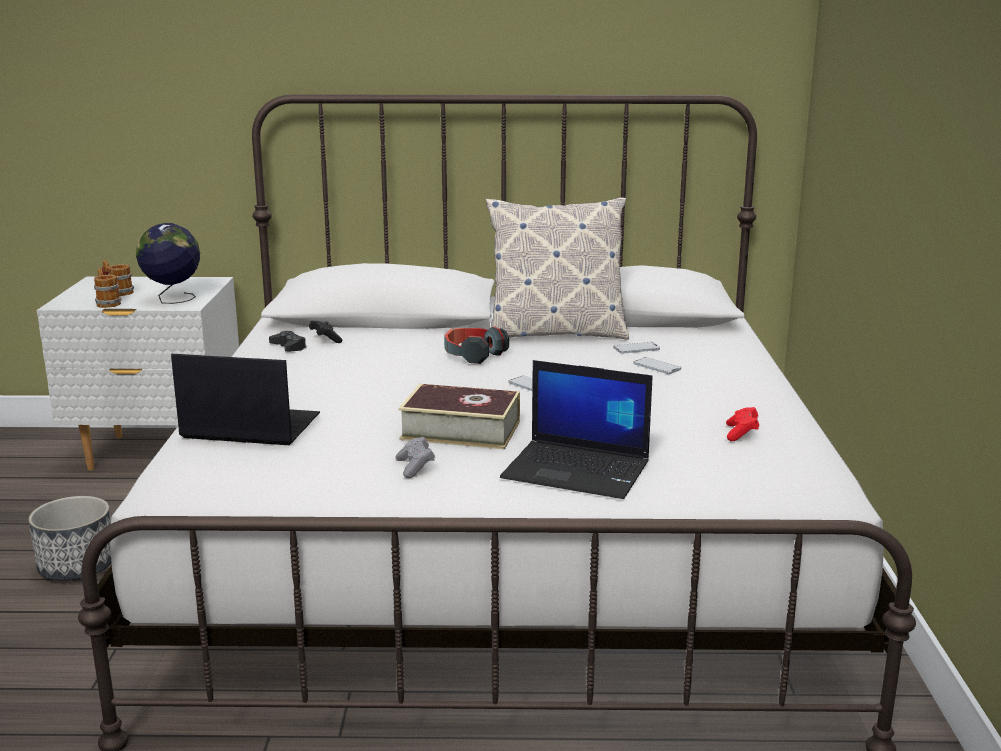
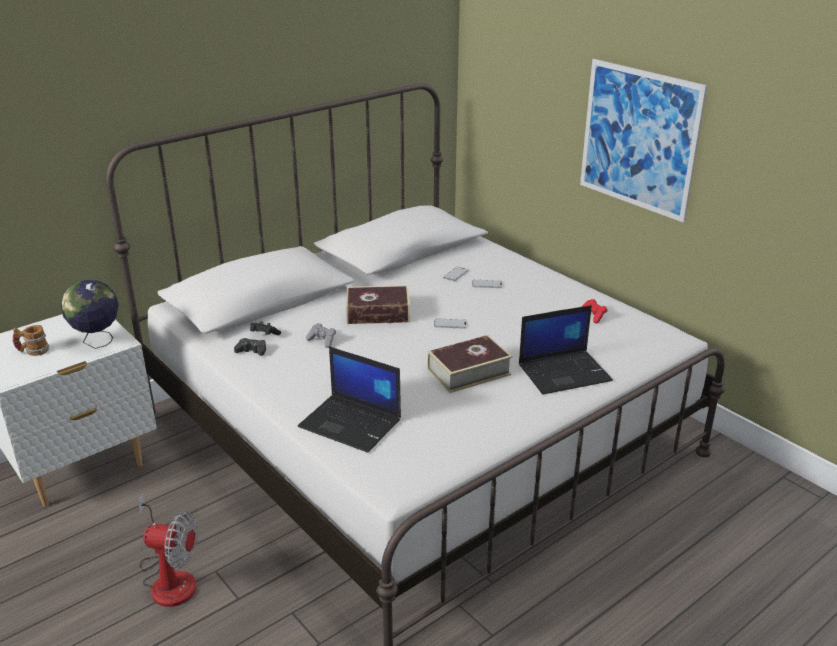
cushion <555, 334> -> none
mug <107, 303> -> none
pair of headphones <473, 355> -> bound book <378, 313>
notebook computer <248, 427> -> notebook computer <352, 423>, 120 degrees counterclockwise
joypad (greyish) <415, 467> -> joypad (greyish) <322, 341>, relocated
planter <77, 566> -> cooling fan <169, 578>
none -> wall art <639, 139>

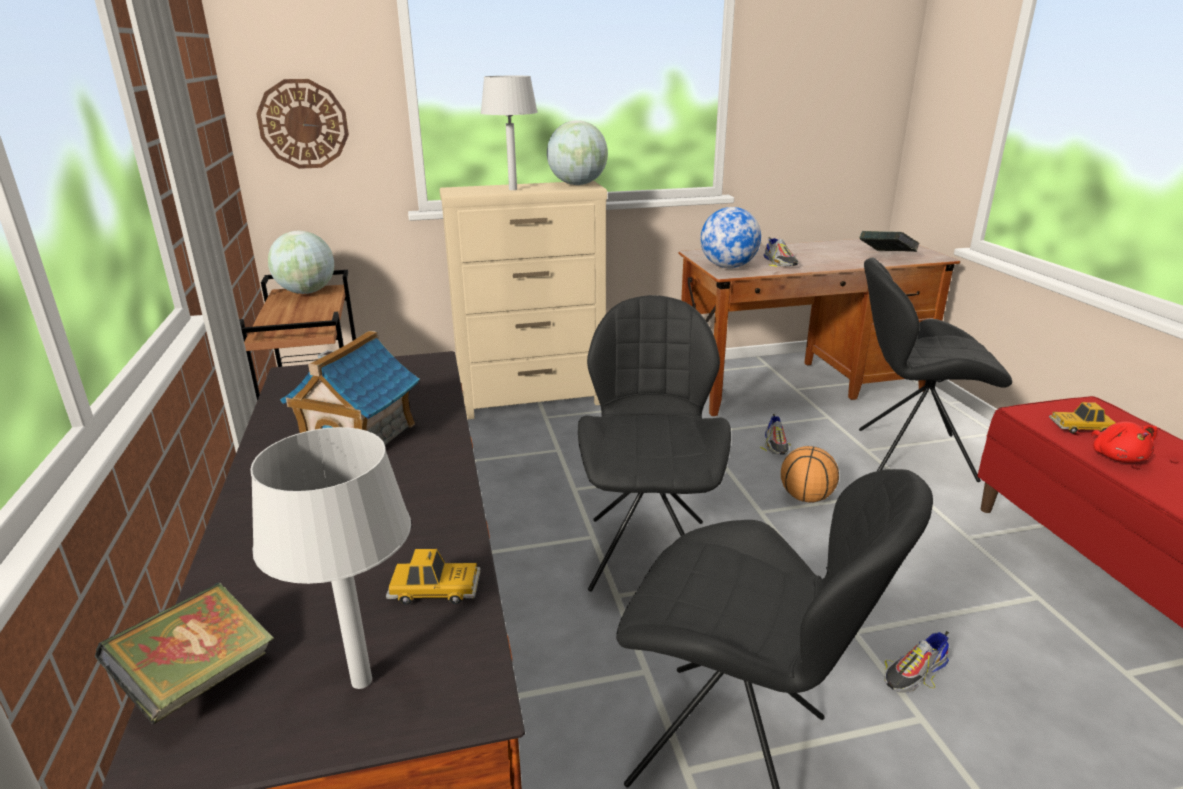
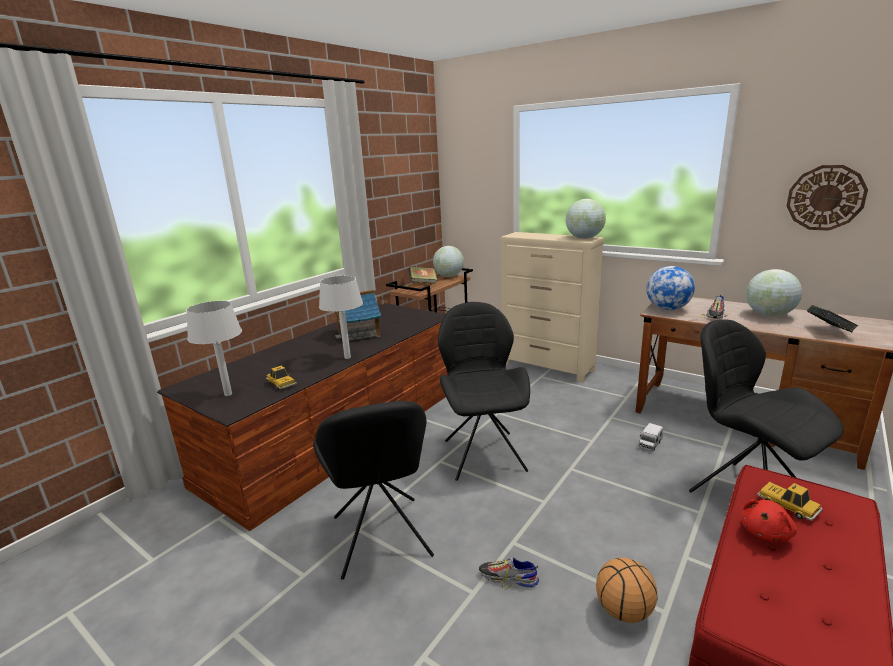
tabletop lamp (greyish) <513, 189> -> tabletop lamp (greyish) <348, 357>, relocated
clock on the wall <303, 124> -> clock on the wall <825, 198>, relocated
chair (black) <649, 551> -> chair (black) <483, 453>, 60 degrees counterclockwise
shoe <776, 444> -> toy lorry <650, 444>
ball for basketball <805, 498> -> ball for basketball <623, 610>, relocated
bound book <199, 680> -> bound book <423, 283>, relocated
none -> world globe <769, 315>

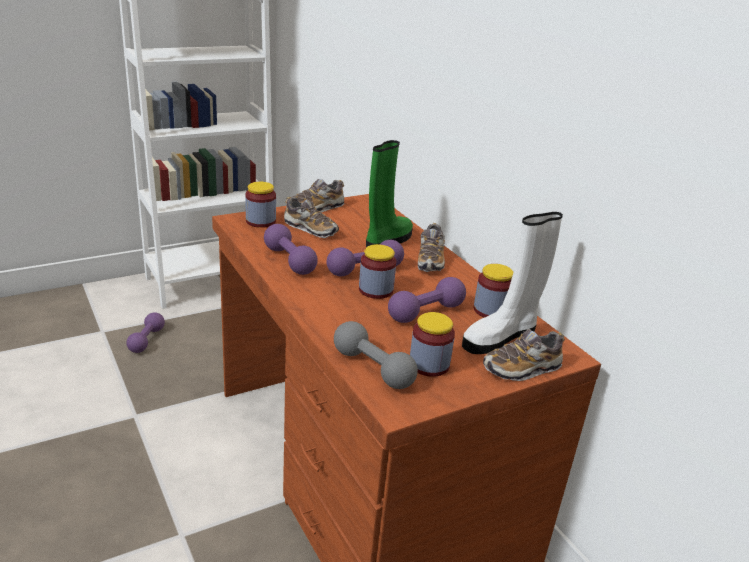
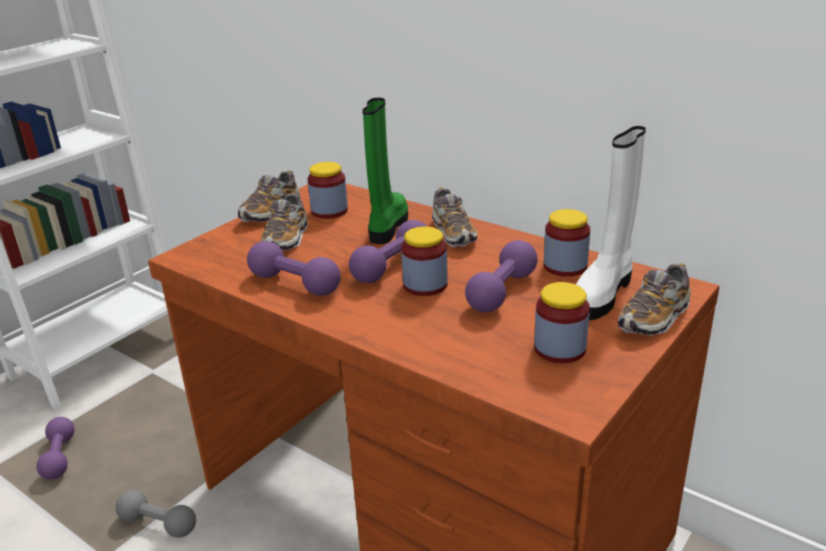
storage jar <260, 221> -> storage jar <329, 211>, relocated
shoe <310, 229> -> shoe <286, 239>, 90 degrees clockwise
free weight (greyish) <373, 368> -> free weight (greyish) <158, 524>, relocated

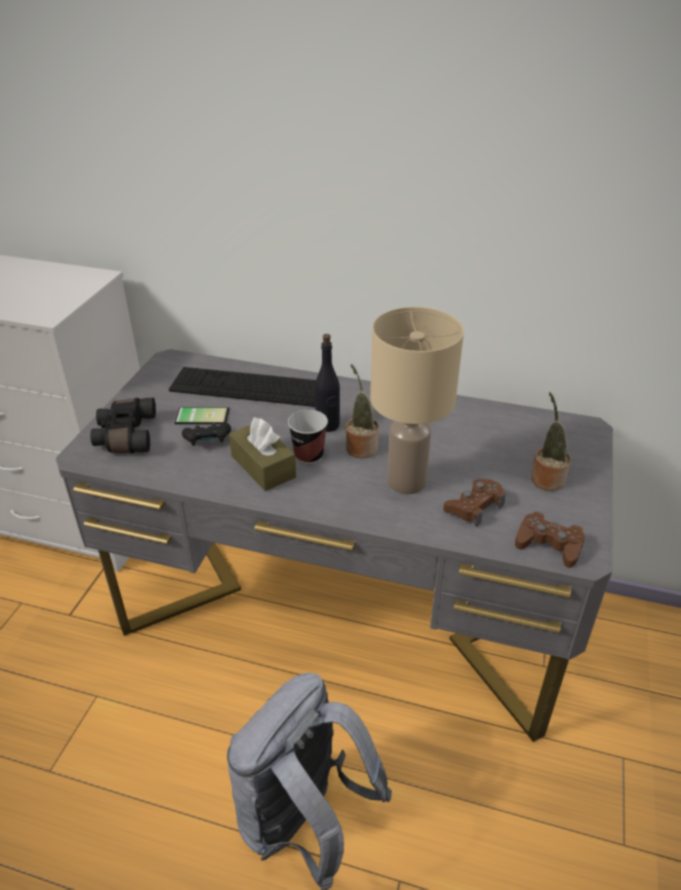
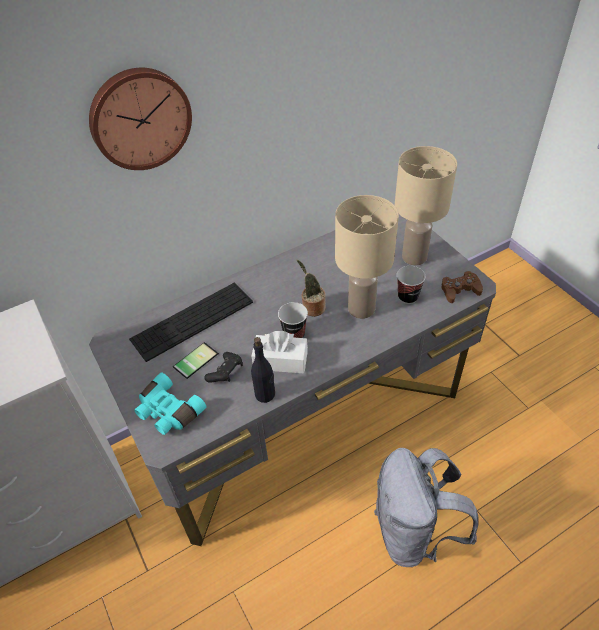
bottle (black) <327, 425> -> bottle (black) <265, 394>, relocated
plant in a pot <546, 478> -> tabletop lamp (beige) <415, 256>
binoculars (black) <125, 436> -> binoculars (turquoise-coloured) <168, 412>
box of tissues (brown-coloured) <263, 466> -> box of tissues (white) <280, 361>
joypad (brown-coloured) <474, 507> -> small cup <408, 297>
none -> clock on the wall <139, 118>

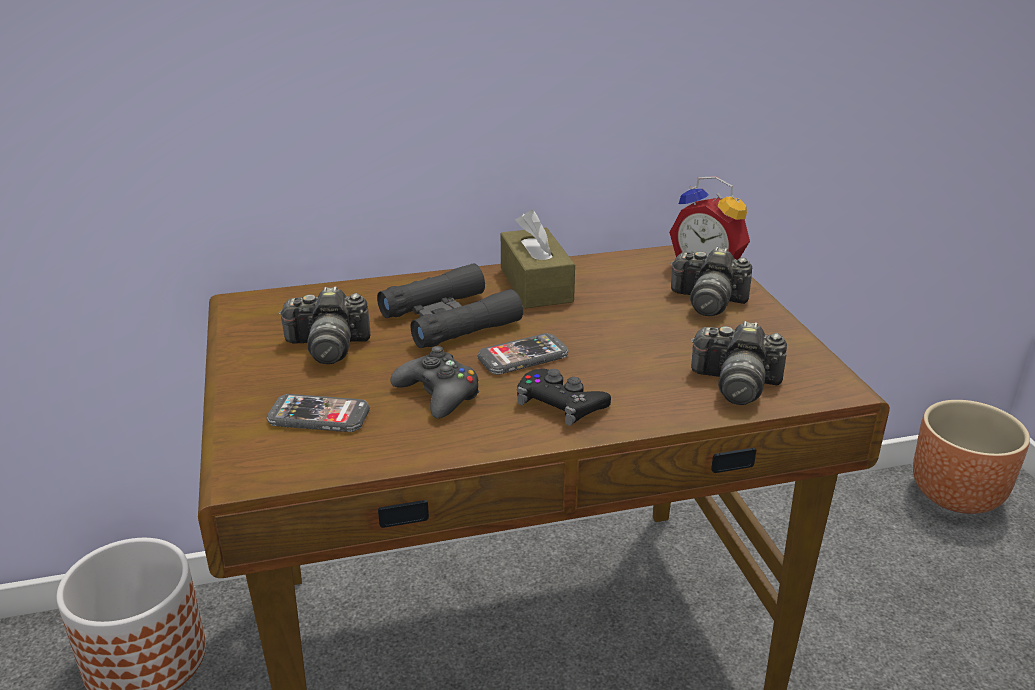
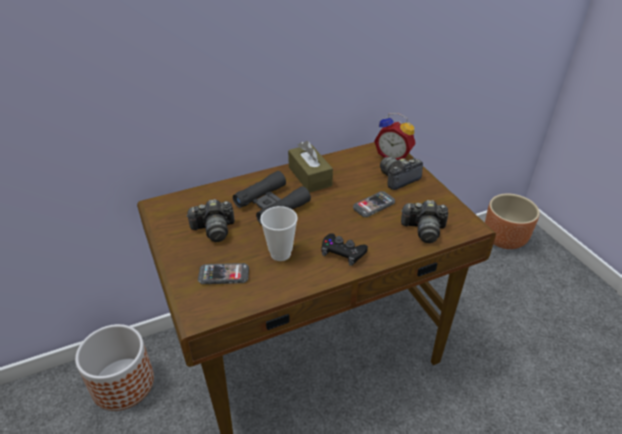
still camera <708, 302> -> still camera <398, 179>, 135 degrees clockwise
telephone <523, 357> -> telephone <374, 205>, relocated
joypad (black) <438, 394> -> small cup <280, 254>

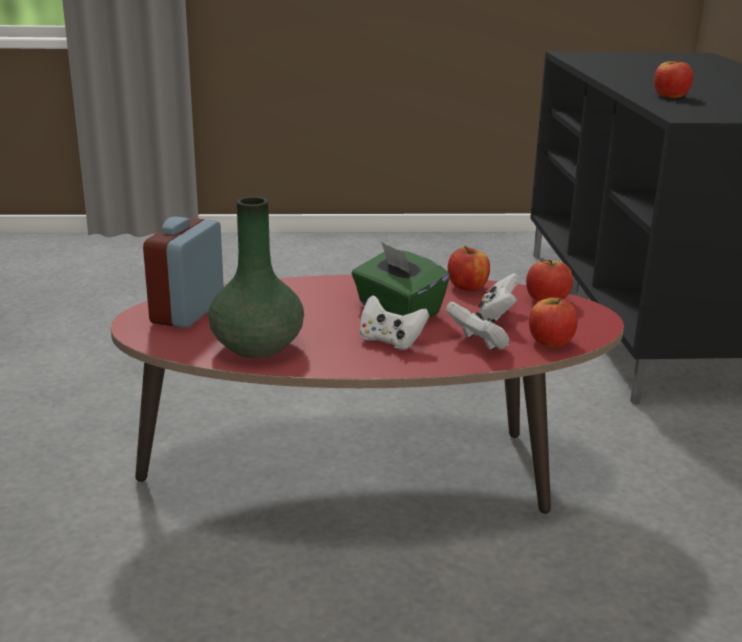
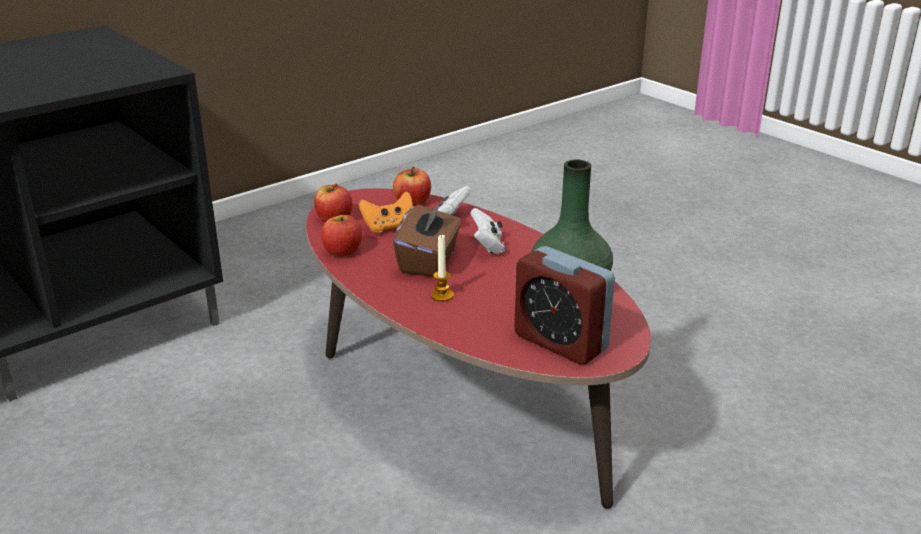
apple fruit <670, 96> -> none
alarm clock <188, 311> -> alarm clock <560, 342>, 60 degrees clockwise
box of tissues (green-coloured) <398, 310> -> box of tissues (brown-coloured) <429, 261>
joypad (white) <497, 315> -> joypad (orangey) <389, 227>
none -> wax candle <442, 295>

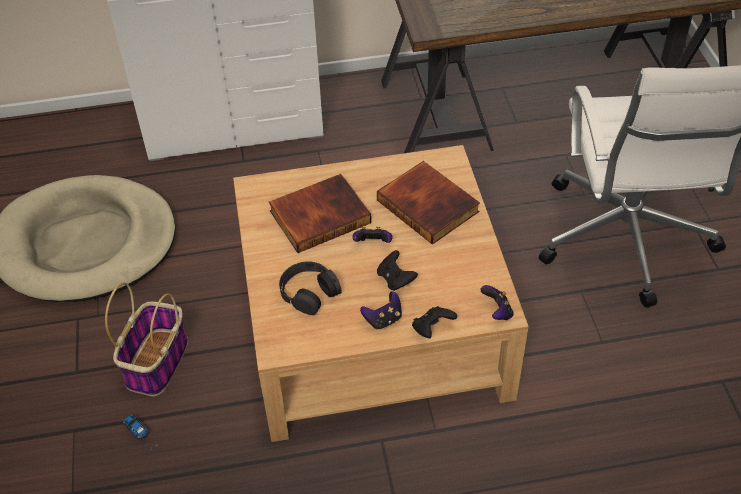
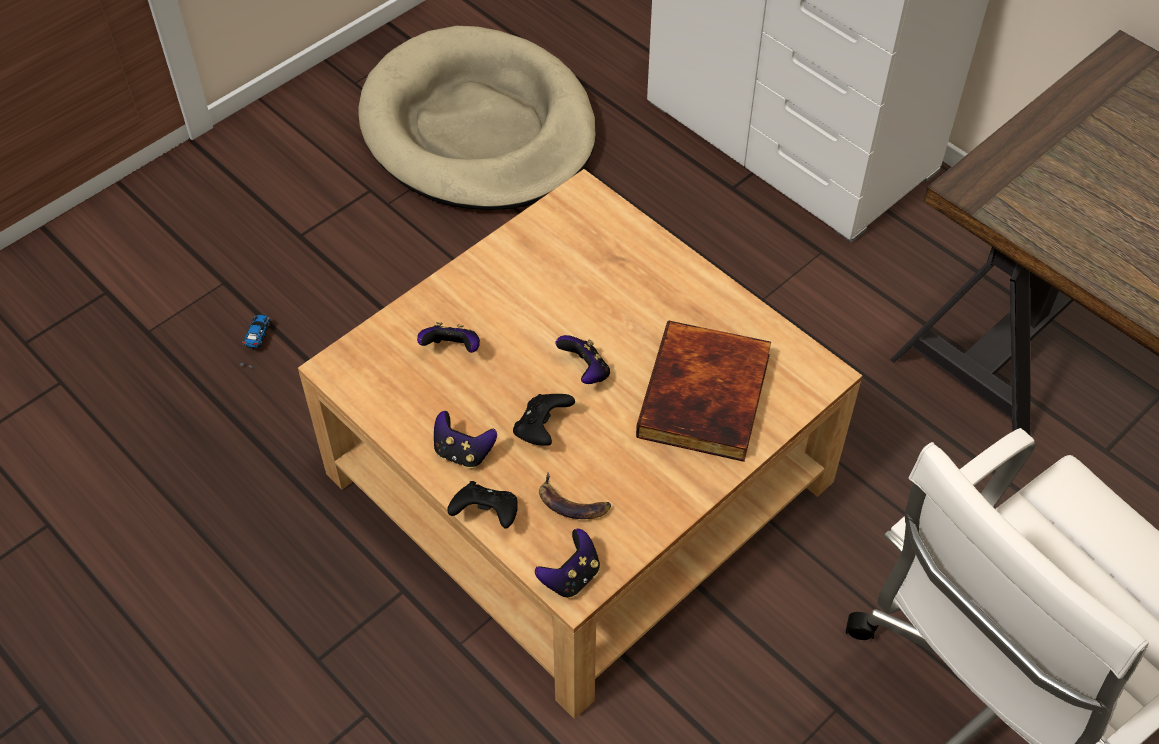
bound book <319, 215> -> none
pair of headphones (black) <309, 292> -> joypad <452, 350>
basket <157, 361> -> none
none -> whole banana <572, 503>

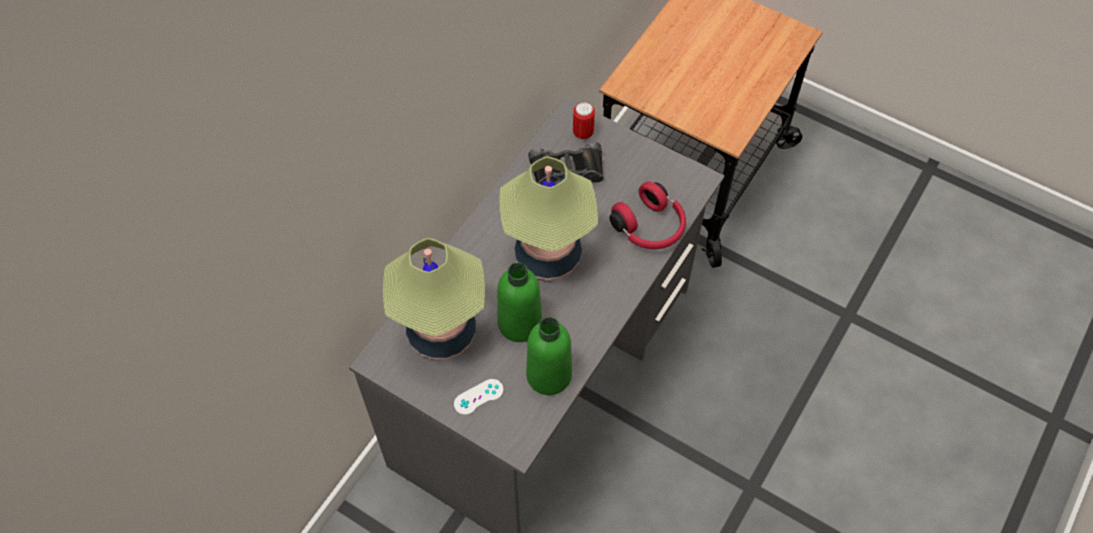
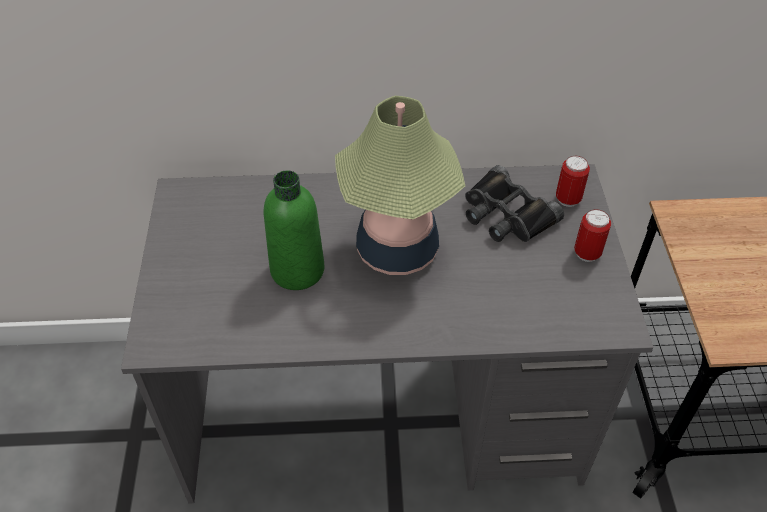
pair of headphones (red) <650, 228> -> none
tabletop lamp <441, 331> -> none
bottle (green-coloured) <549, 375> -> none
joypad (white) <478, 397> -> none
none -> sealed can <587, 253>

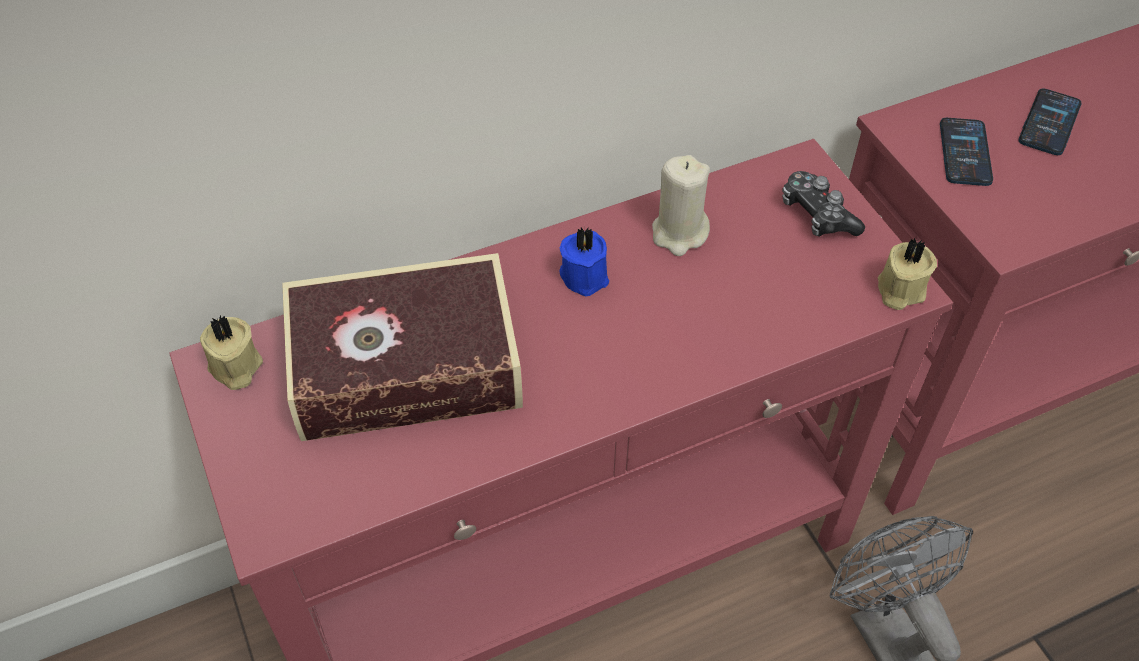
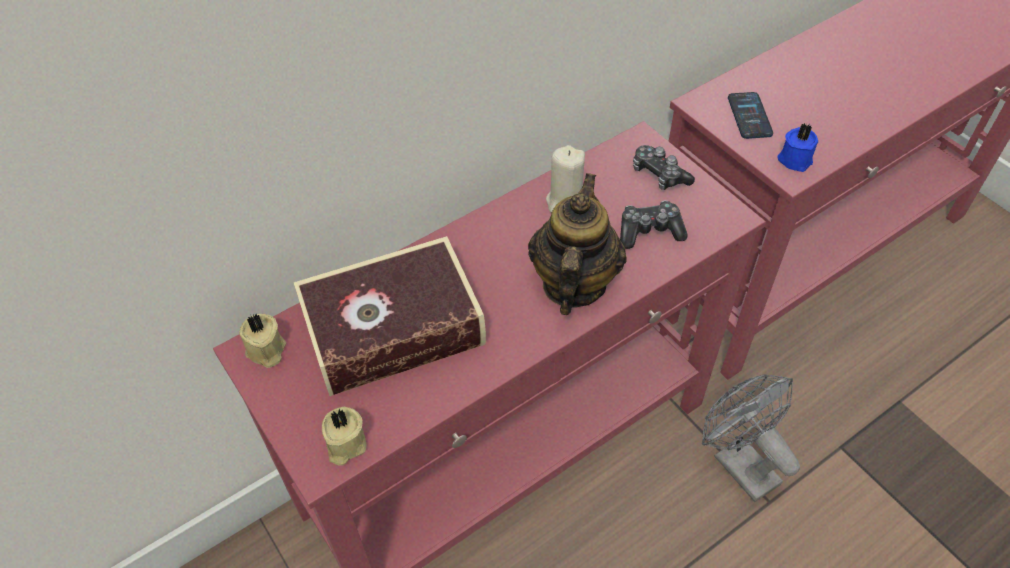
telephone <1049, 123> -> none
wax candle (blue) <585, 275> -> wax candle (blue) <794, 159>, relocated
wax candle (beige) <899, 290> -> wax candle (beige) <345, 445>, relocated
none -> tea pot <573, 284>
none -> joypad <649, 231>

